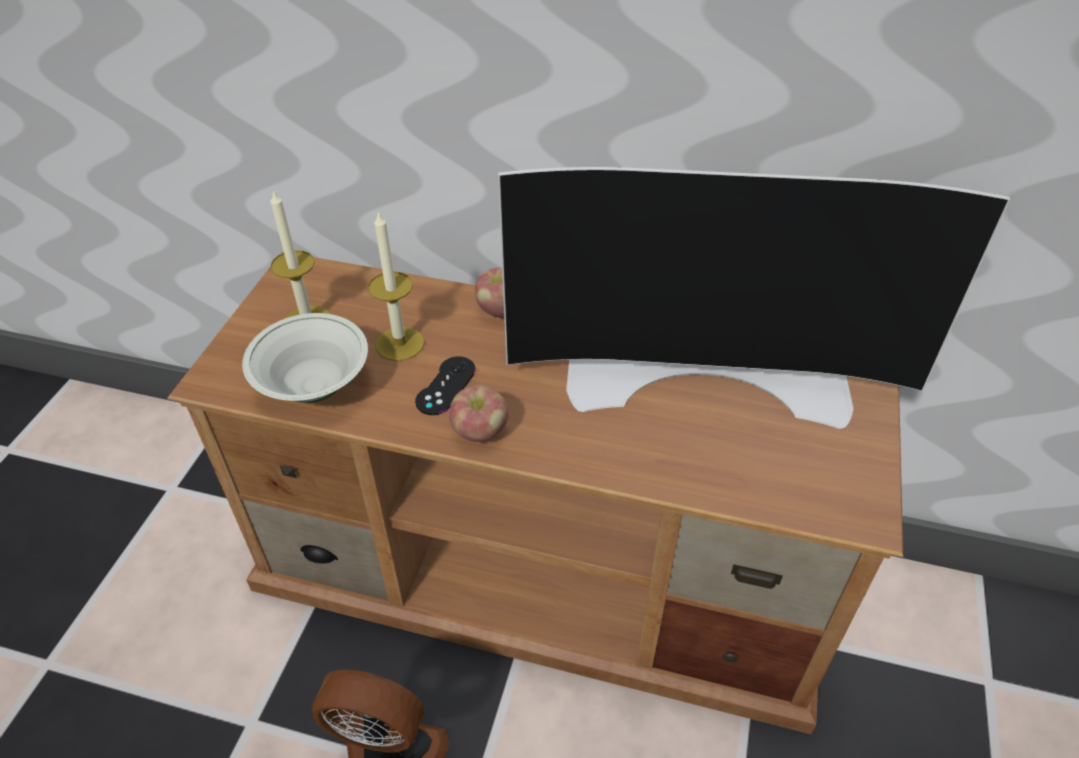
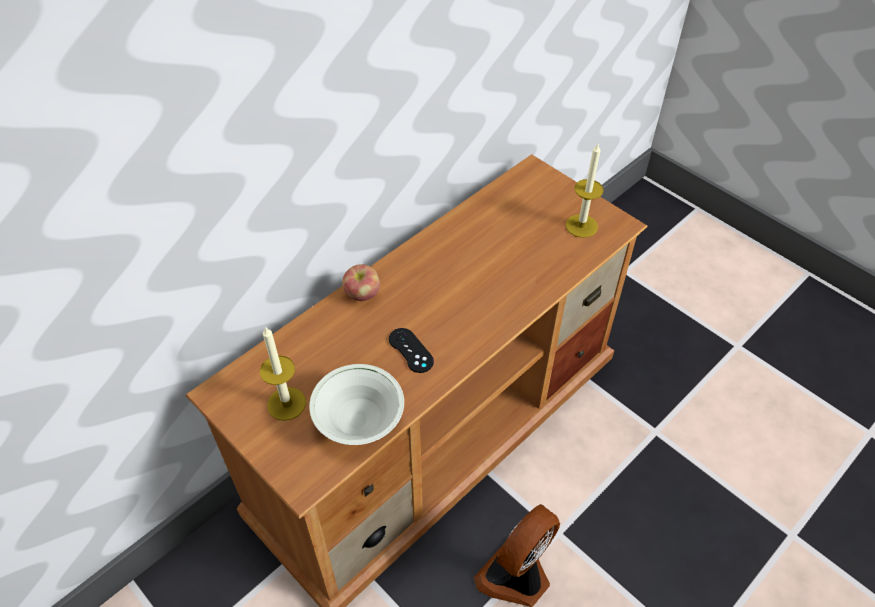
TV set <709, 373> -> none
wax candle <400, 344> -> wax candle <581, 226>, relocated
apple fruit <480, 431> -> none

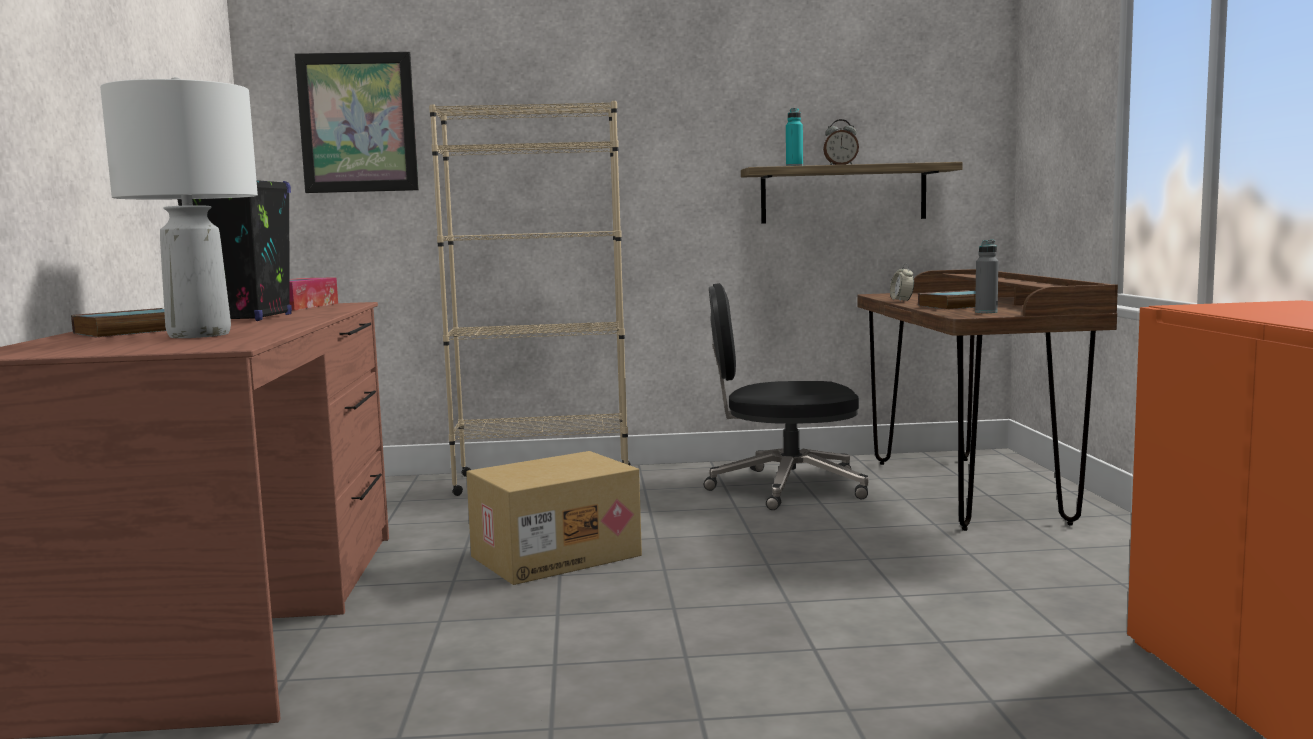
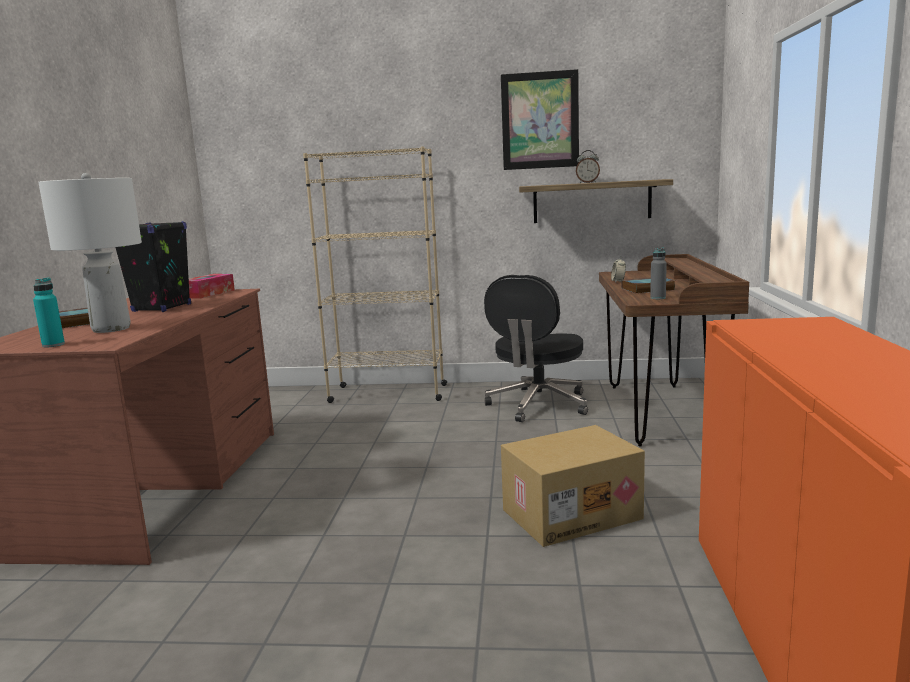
wall art <357, 123> -> wall art <540, 120>, relocated
bottle (turquoise-coloured) <794, 166> -> bottle (turquoise-coloured) <53, 345>, relocated
office chair (black) <784, 488> -> office chair (black) <537, 405>, 75 degrees counterclockwise
packing box <556, 555> -> packing box <571, 513>, relocated

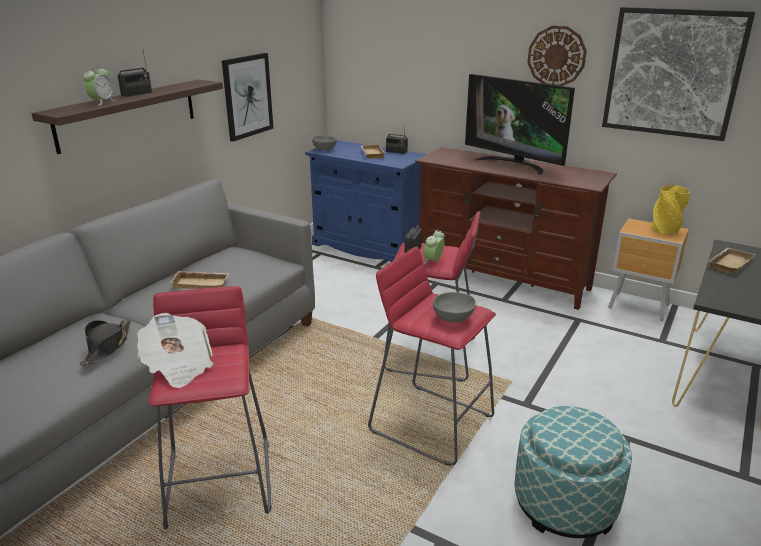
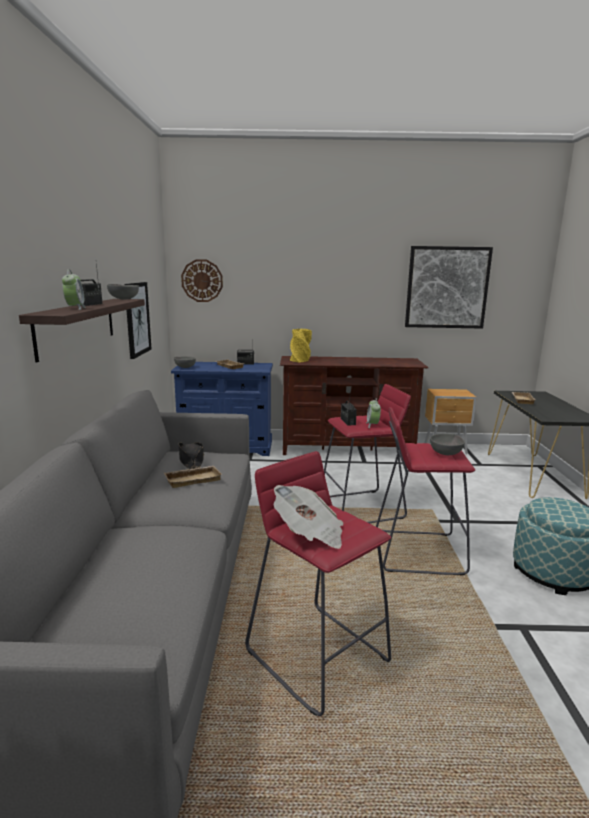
clock on the wall <556, 56> -> clock on the wall <202, 280>, relocated
TV set <514, 164> -> none
decorative vase (yellow) <665, 230> -> decorative vase (yellow) <300, 361>, relocated
wearable hat (black) <107, 347> -> wearable hat (black) <191, 461>, relocated
none -> bowl (greyish) <124, 299>

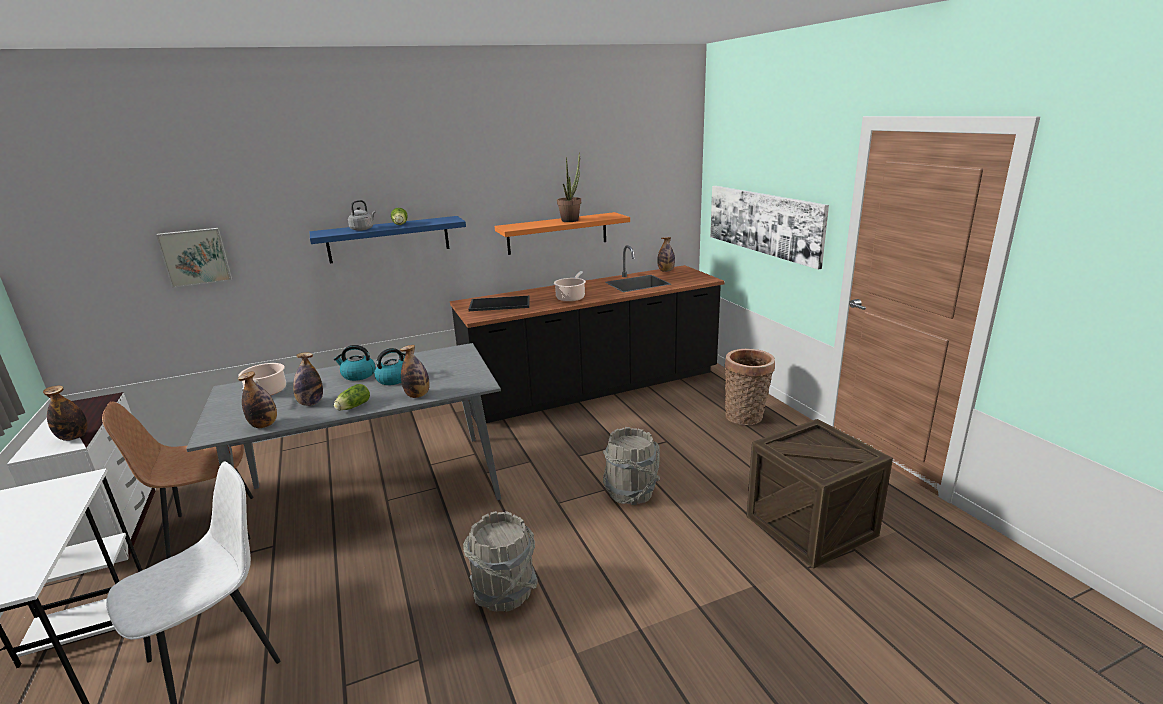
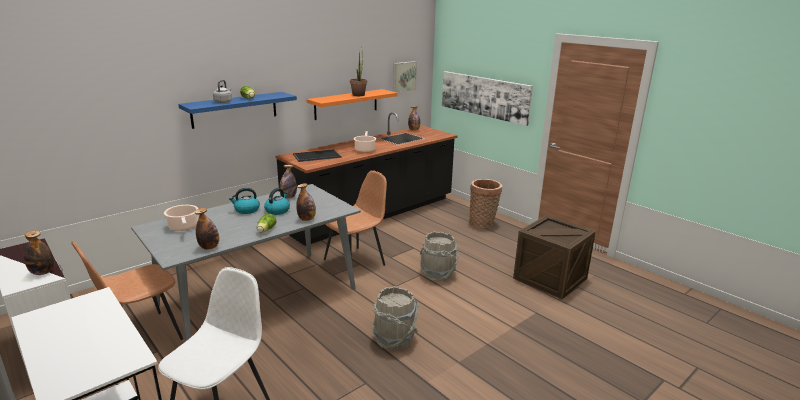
wall art <195, 256> -> wall art <403, 76>, relocated
bottle <311, 403> -> bottle <288, 197>, relocated
none -> chair (brown-coloured) <355, 262>

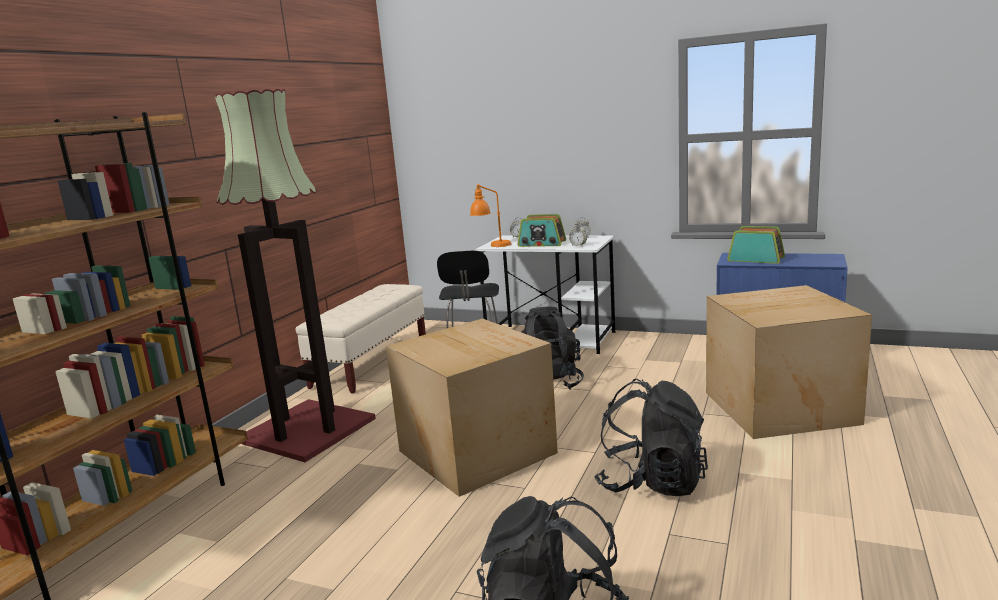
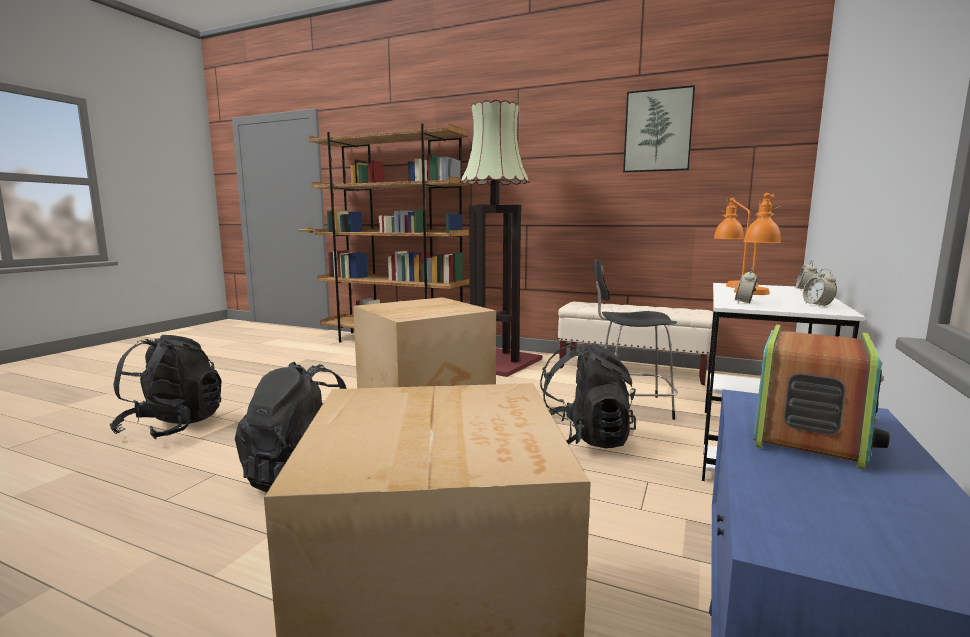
radio receiver <542, 244> -> tabletop lamp (orangey) <754, 294>
none -> wall art <658, 131>

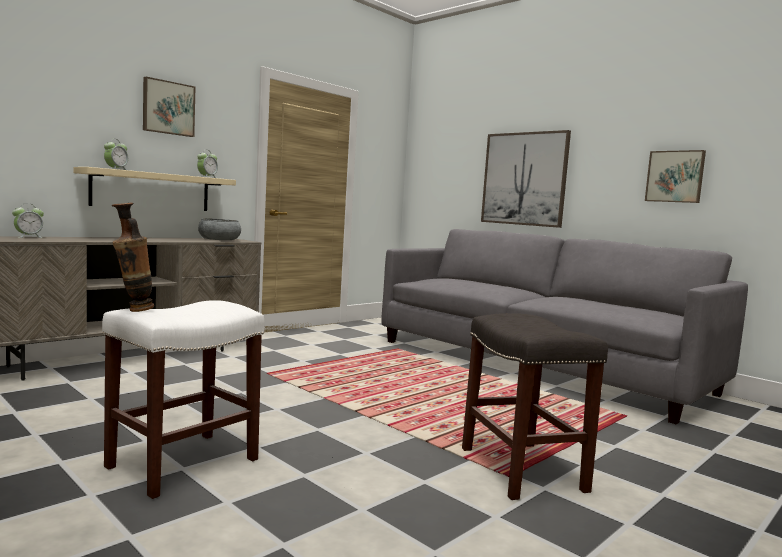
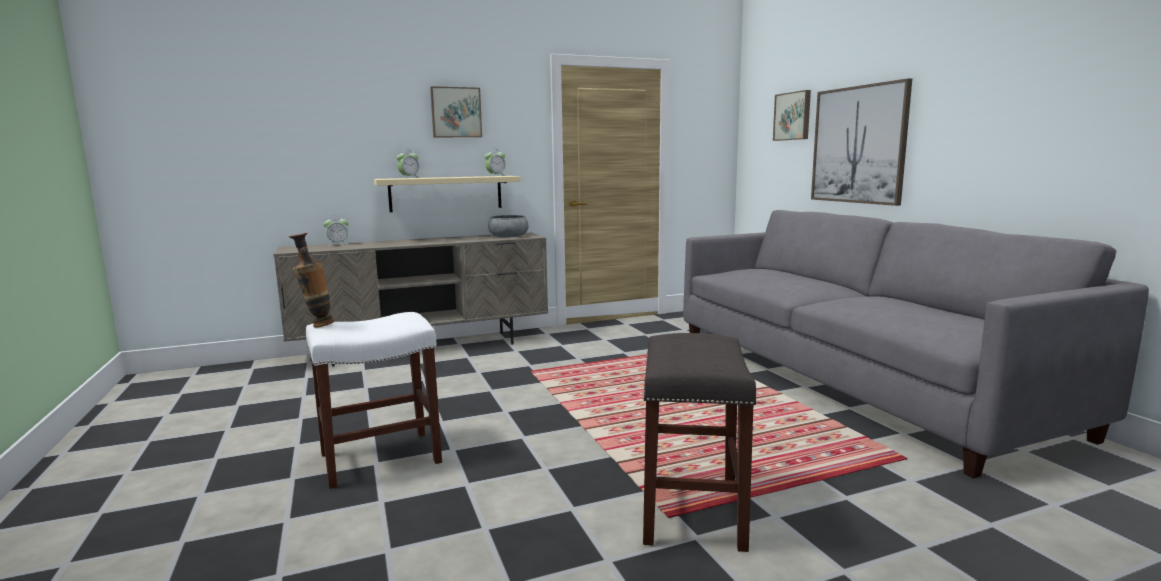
wall art <675, 176> -> wall art <793, 116>, relocated

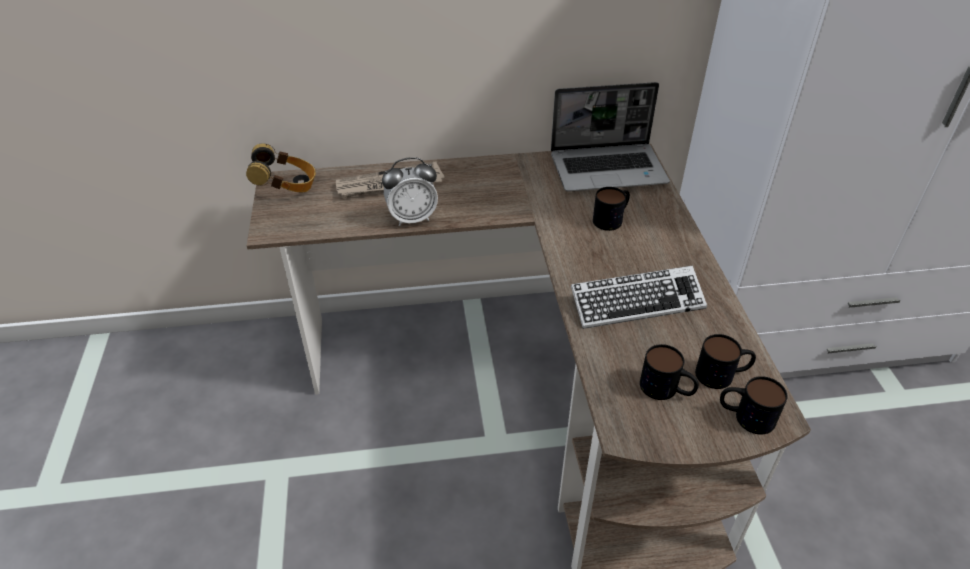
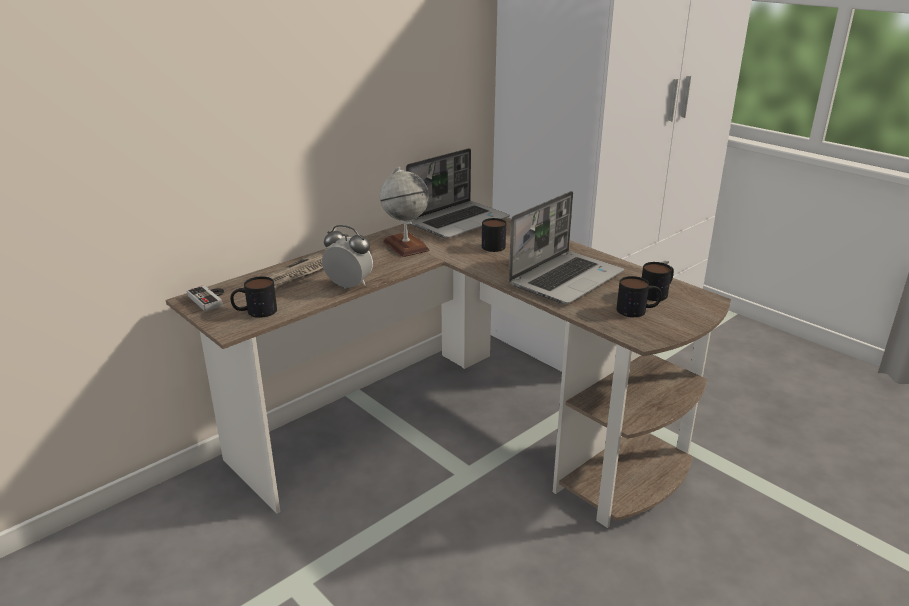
pair of headphones <286, 186> -> joypad <209, 299>
alarm clock <412, 218> -> alarm clock <349, 286>, 105 degrees counterclockwise
keyboard <636, 303> -> notebook computer <566, 278>
mug <745, 416> -> mug <255, 311>, relocated
none -> world globe <406, 246>

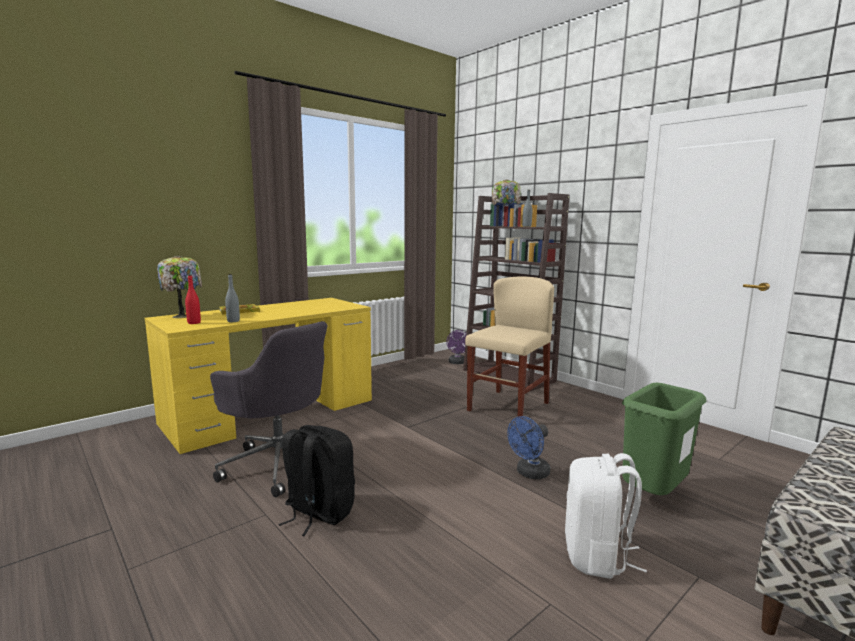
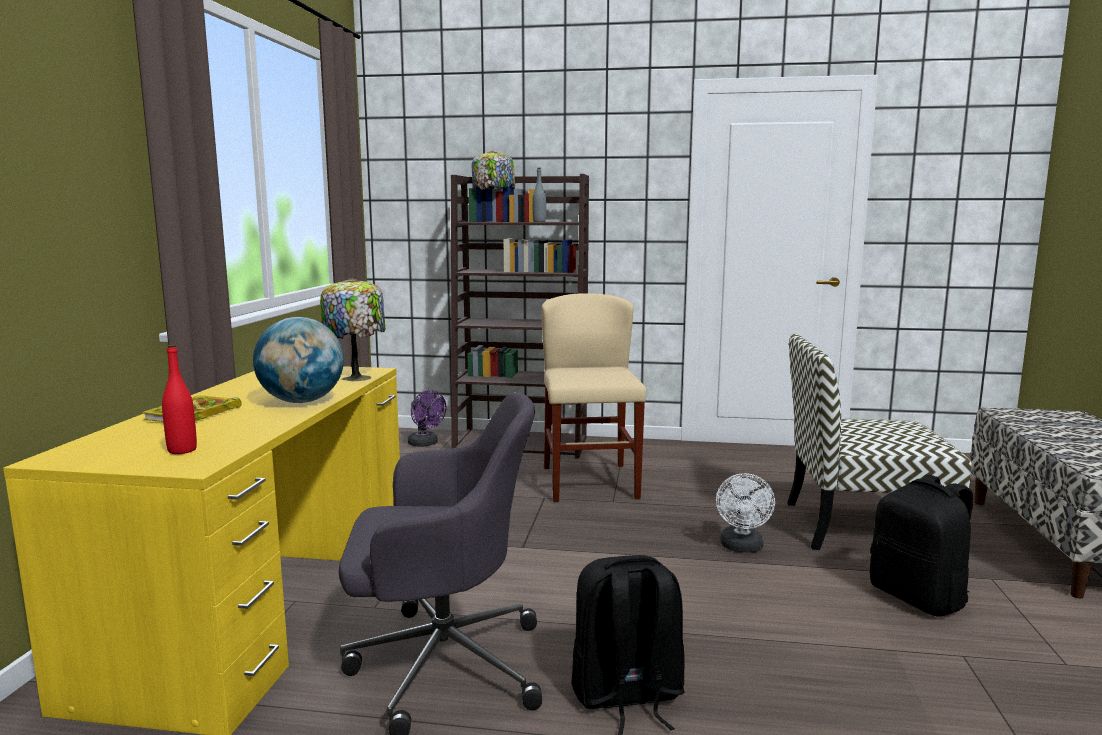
tabletop lamp <183, 316> -> tabletop lamp <357, 377>, relocated
bottle (greyish) <233, 321> -> none
trash can (green-coloured) <652, 496> -> chair <861, 527>
cooling fan (blue) <529, 473> -> cooling fan (white) <742, 548>
knapsack (white) <597, 556> -> knapsack (black) <918, 598>
none -> world globe <301, 402>

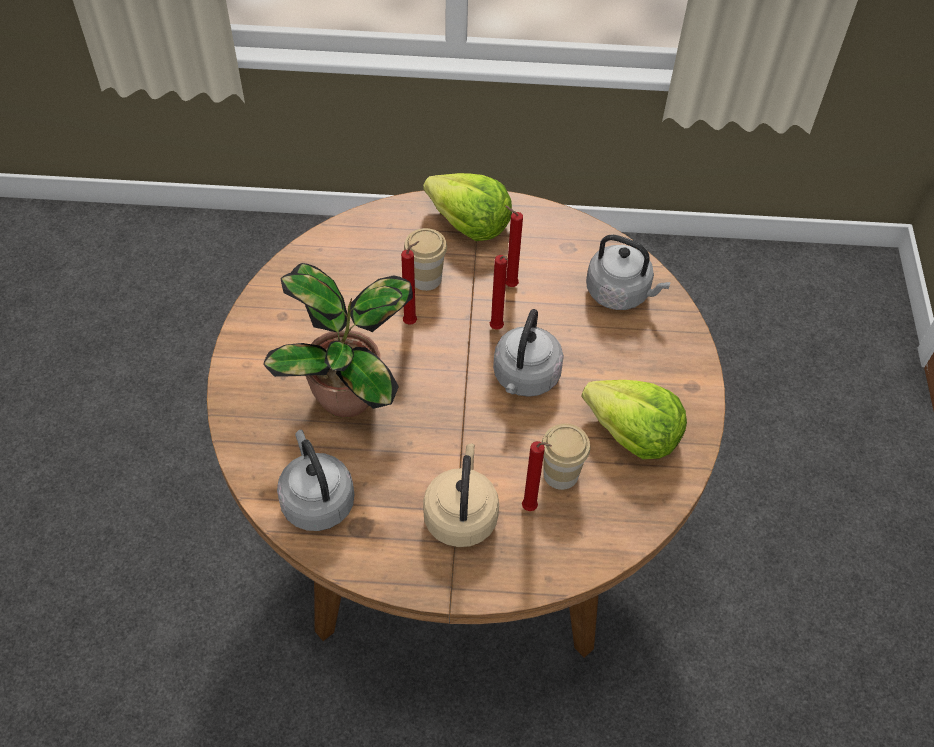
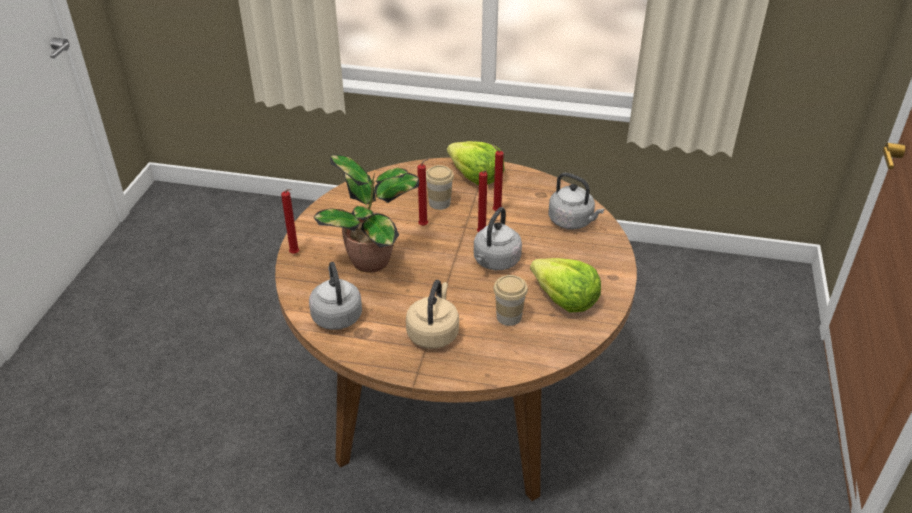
wax candle (red) <531, 508> -> wax candle (red) <295, 254>, relocated

